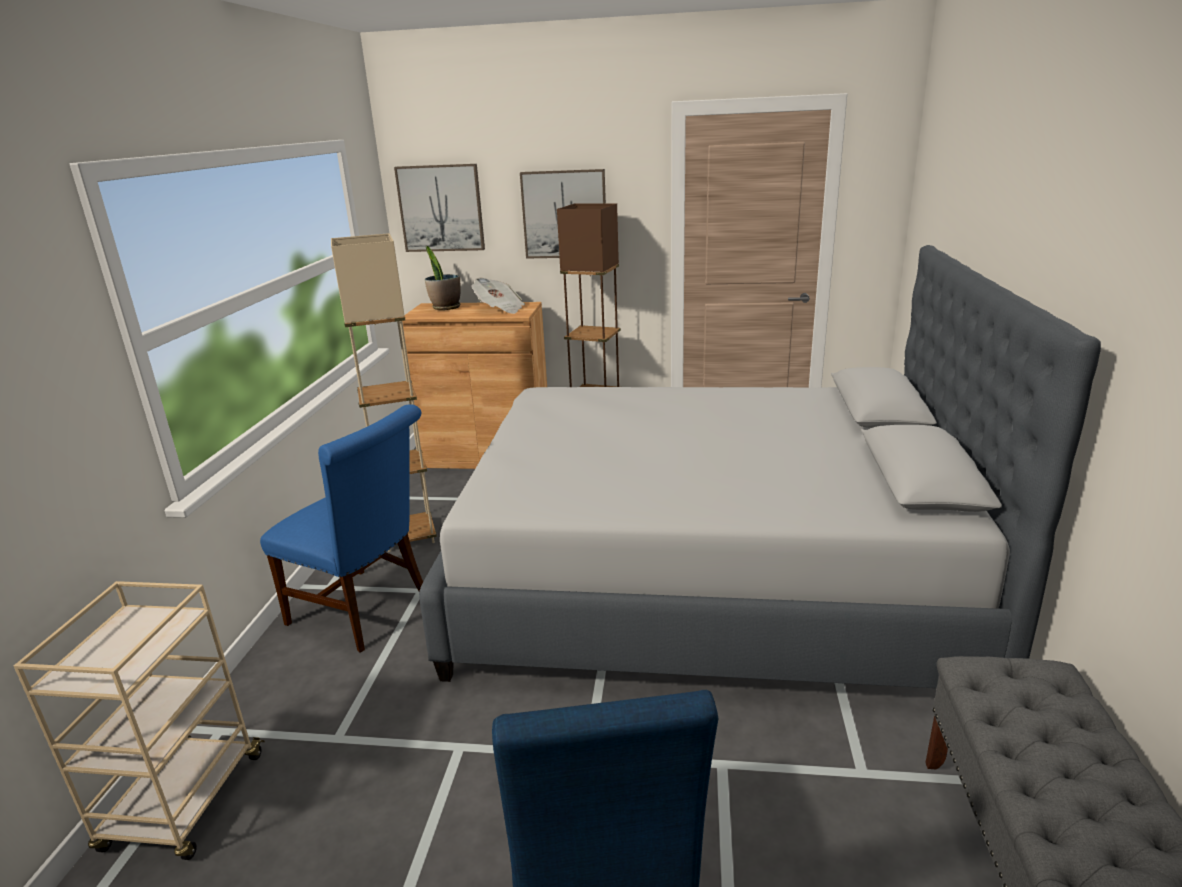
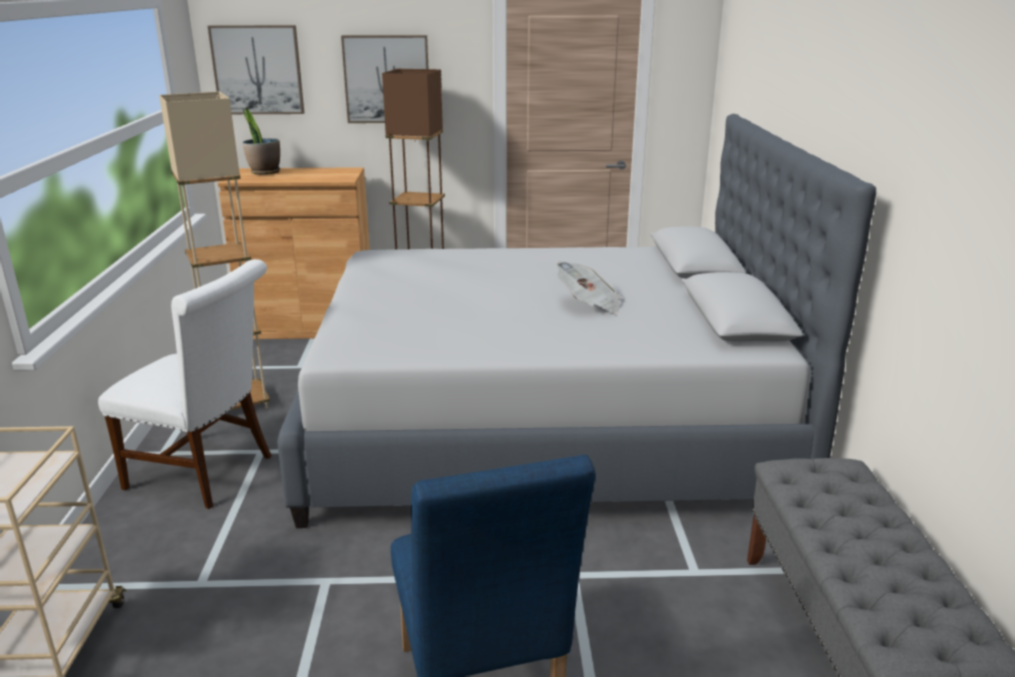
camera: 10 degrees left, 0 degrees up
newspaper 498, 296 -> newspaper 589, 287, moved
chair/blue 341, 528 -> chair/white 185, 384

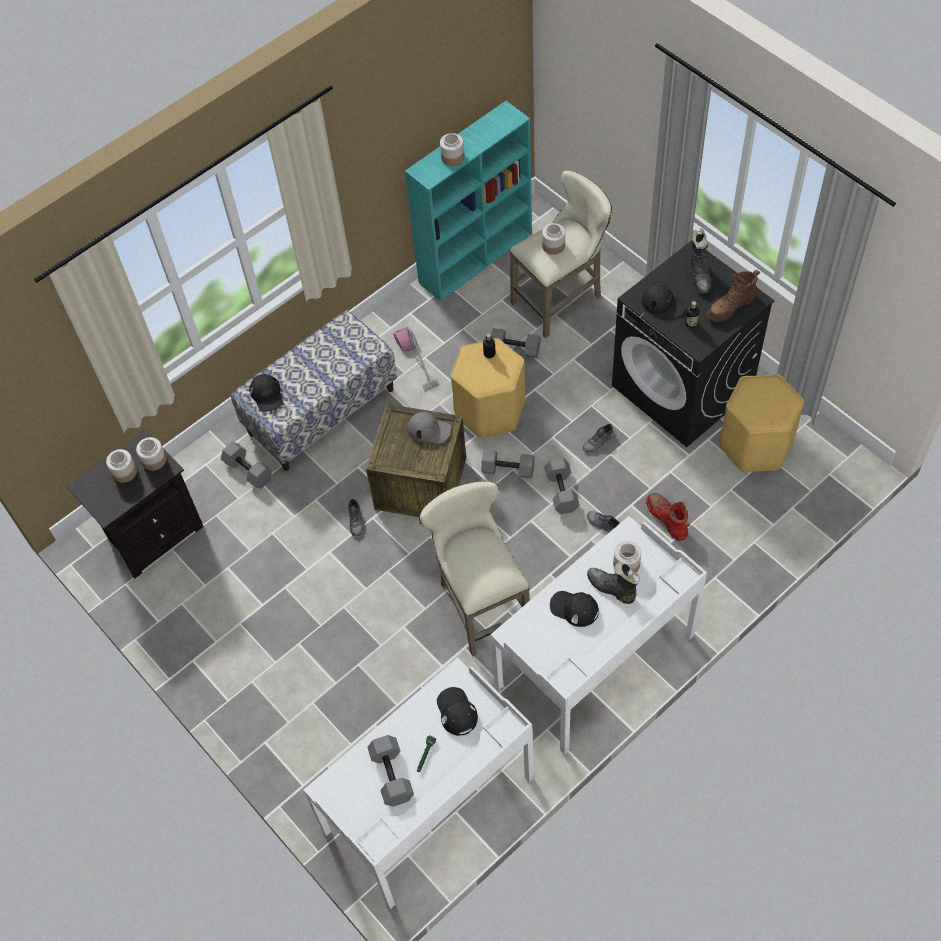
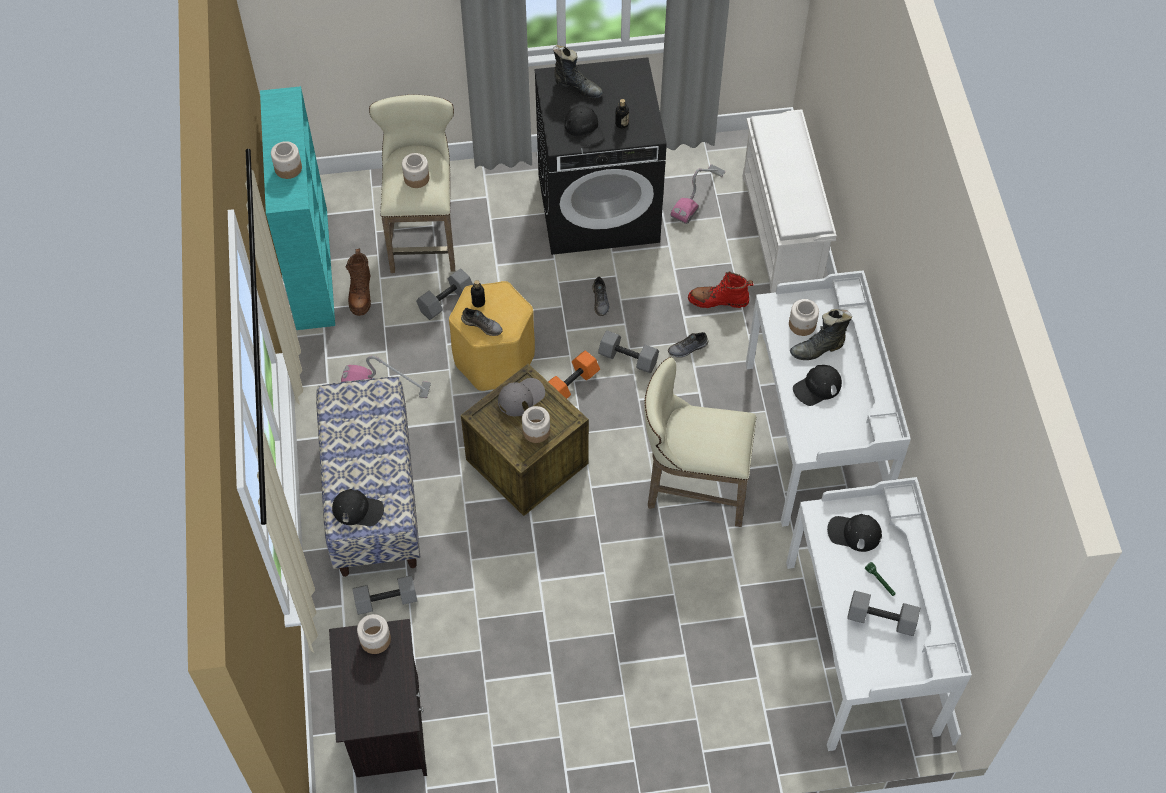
camera: 60 degrees left, 0 degrees up
none -> shoe rack/white 789, 201
jar 121, 466 -> jar 536, 424, moved
shoe/grey 356, 517 -> shoe/grey 481, 322, moved
boot/brown 733, 296 -> boot/brown 358, 282, moved
stool/yellow 761, 423 -> vacuum cleaner 698, 194
dumbbell/grey 508, 463 -> dumbbell/orange 574, 375
cap/black 664, 301 -> cap/black 584, 126, 90 degrees clockwise

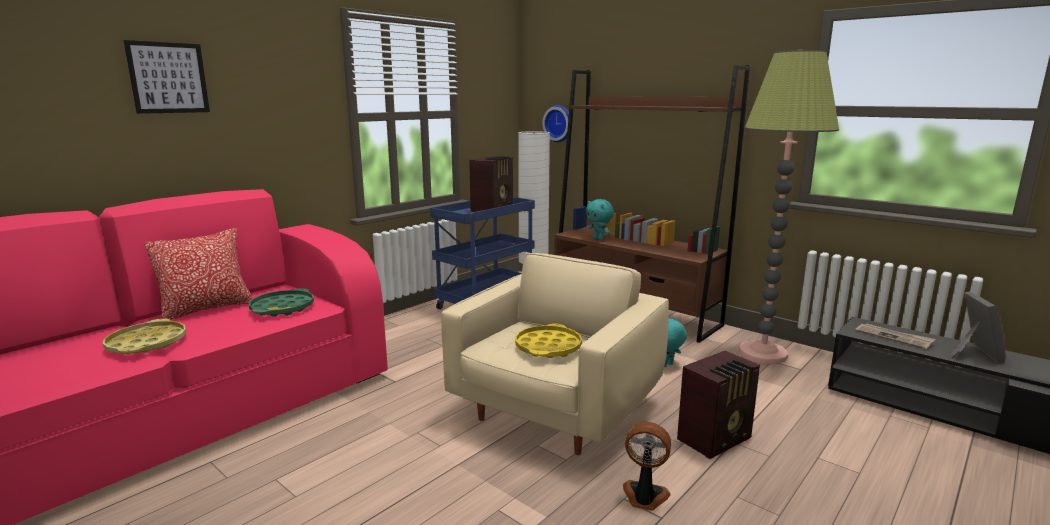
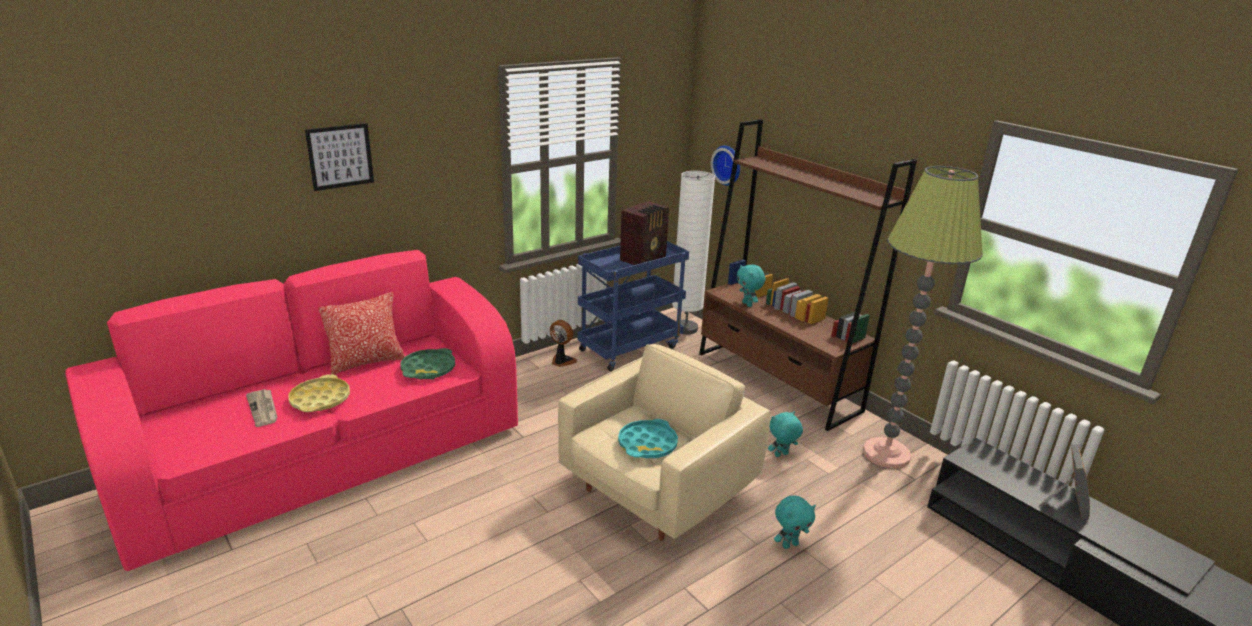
camera: 10 degrees right, 10 degrees up
fan 647, 466 -> fan 563, 343, moved
newspaper 895, 336 -> newspaper 262, 408, moved
radio 718, 405 -> plush toy/turquoise 795, 522
tray/yellow 548, 340 -> tray/turquoise 648, 438

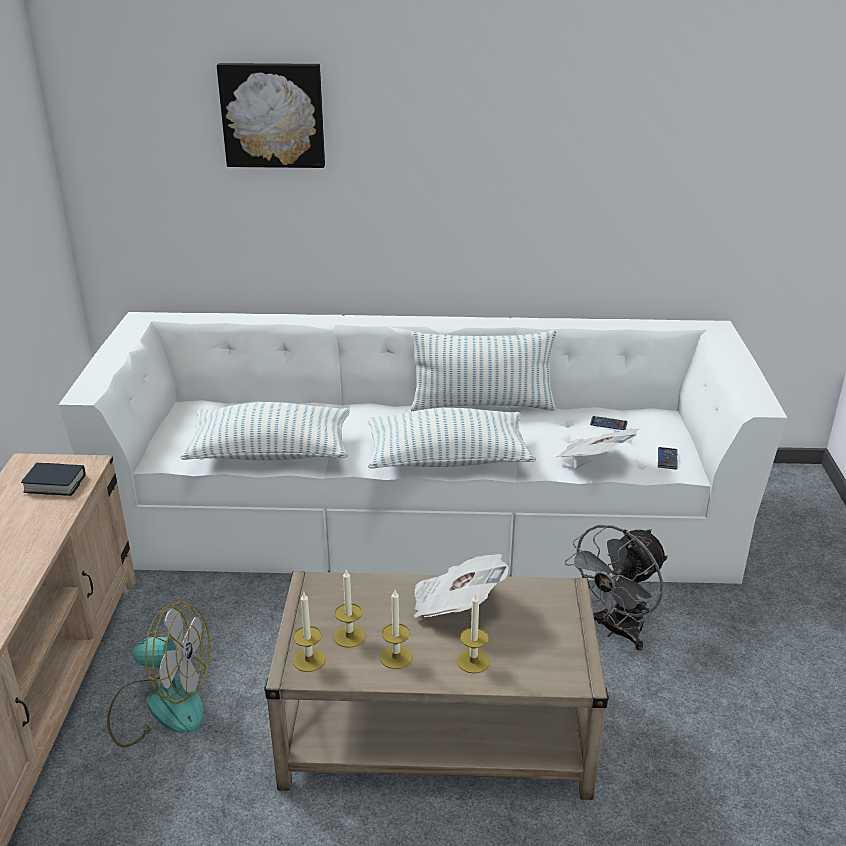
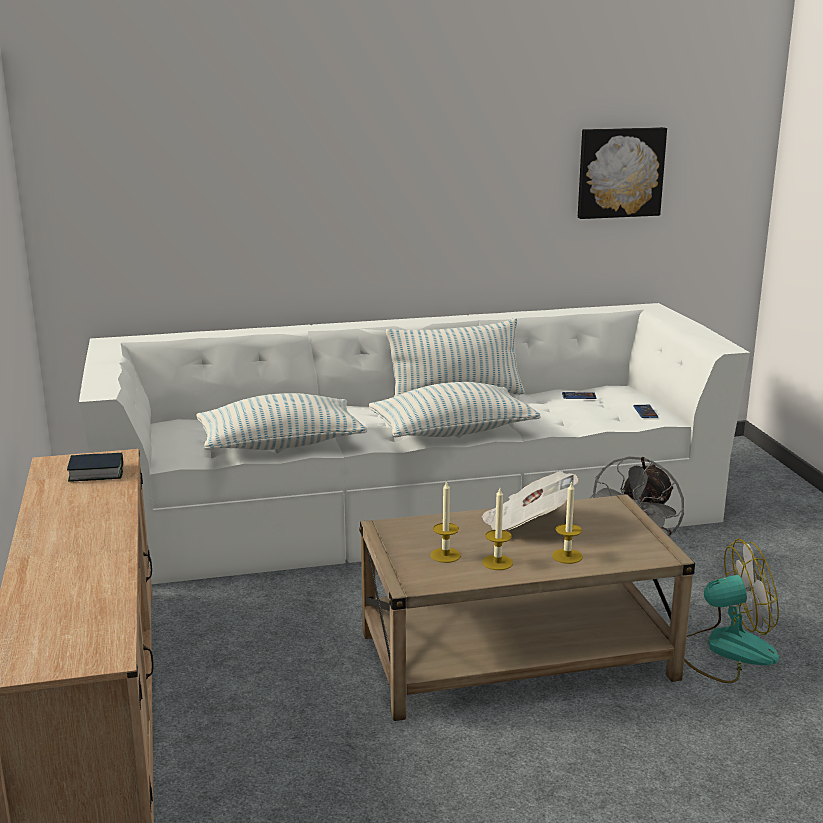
camera: 15 degrees left, 10 degrees down
candle 309, 632 -> none
newspaper 598, 443 -> none
fan 158, 673 -> fan 731, 611, moved
picture 271, 115 -> picture 622, 173, moved

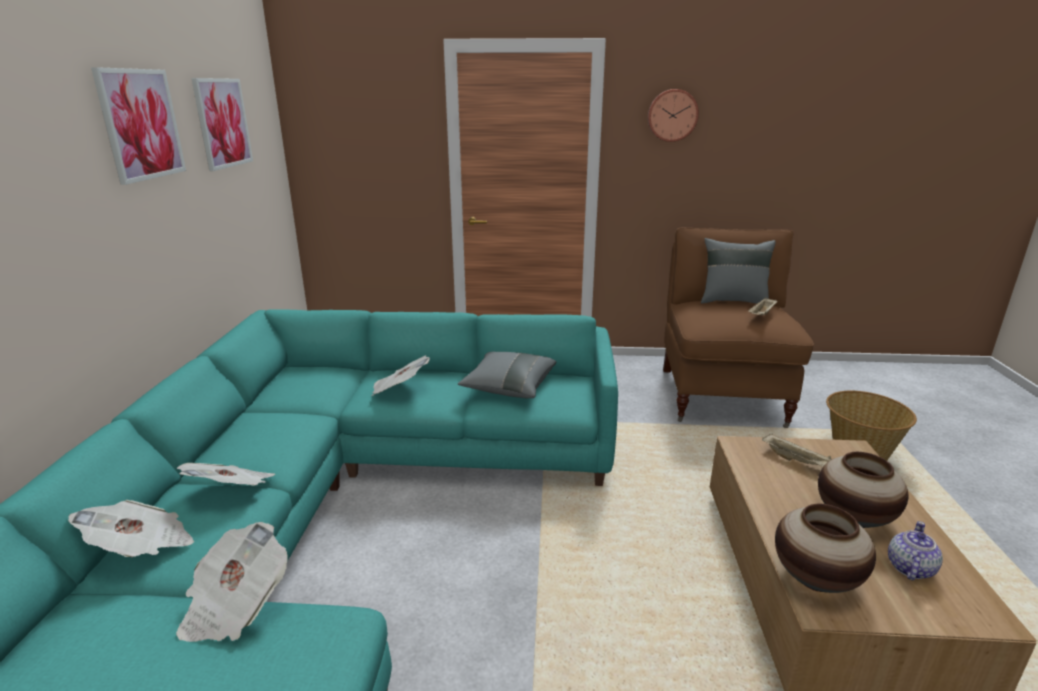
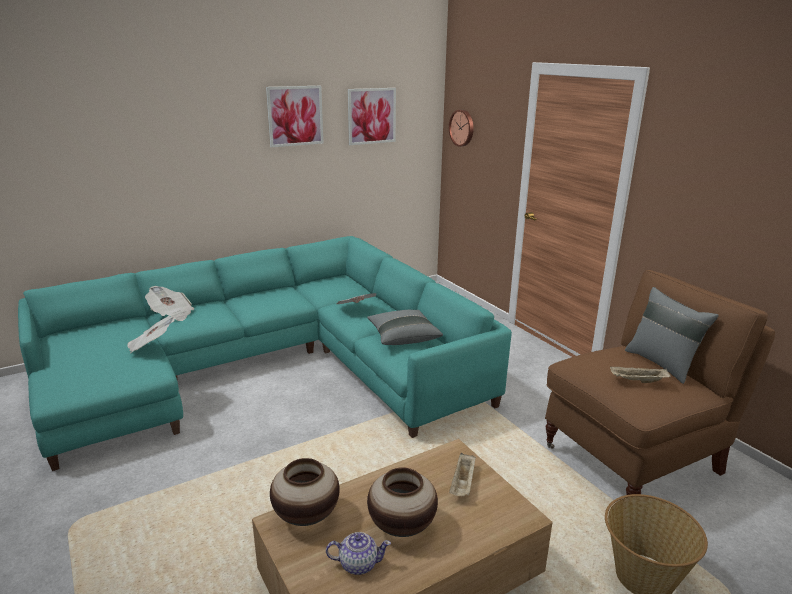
camera: 55 degrees right, 0 degrees up
newspaper 226, 474 -> none
wall clock 673, 115 -> wall clock 461, 128, moved

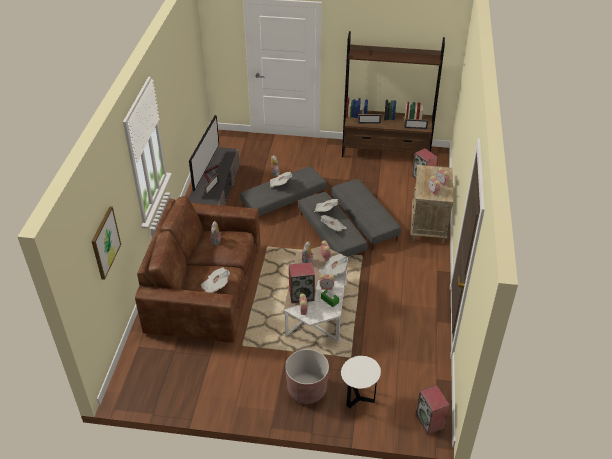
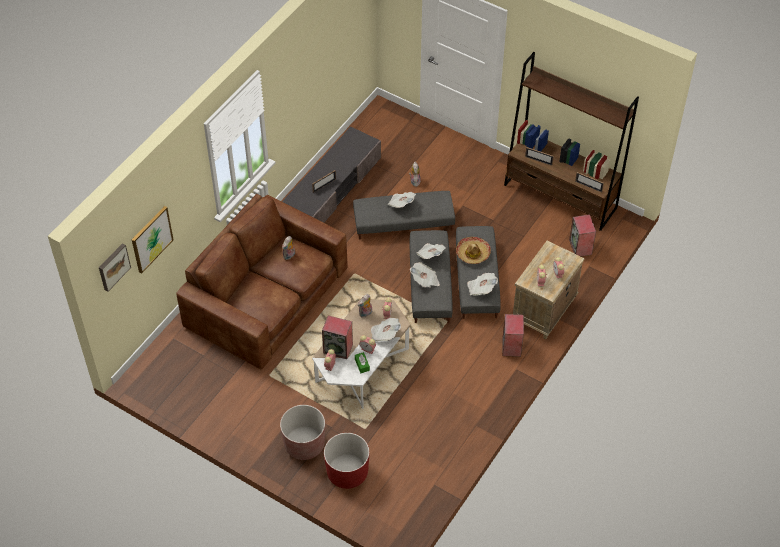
camera: 25 degrees right, 10 degrees up
television 204, 153 -> none
none -> picture 115, 267
none -> hat 473, 250
newspaper 215, 280 -> newspaper 482, 284, moved
speaker 433, 410 -> speaker 513, 335, moved
side table/white 361, 382 -> planter/red 346, 461

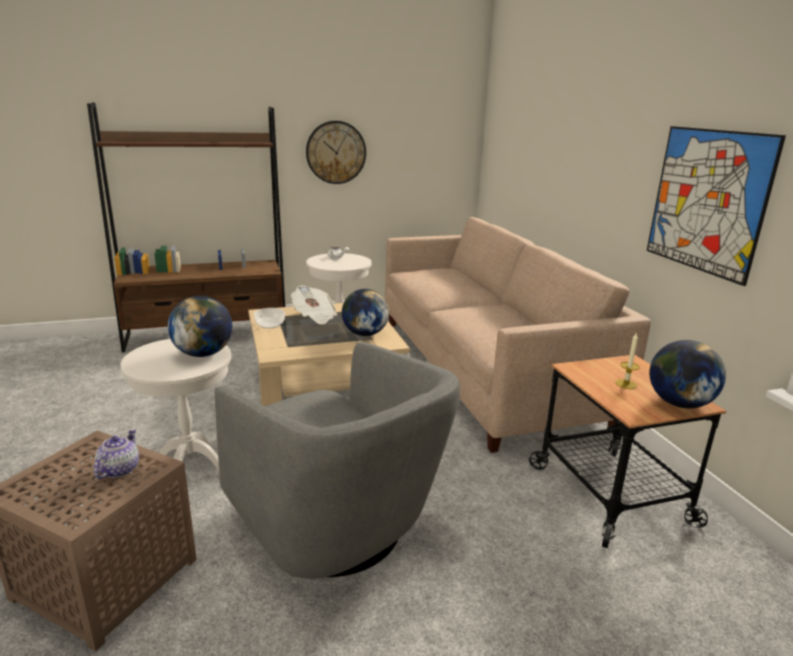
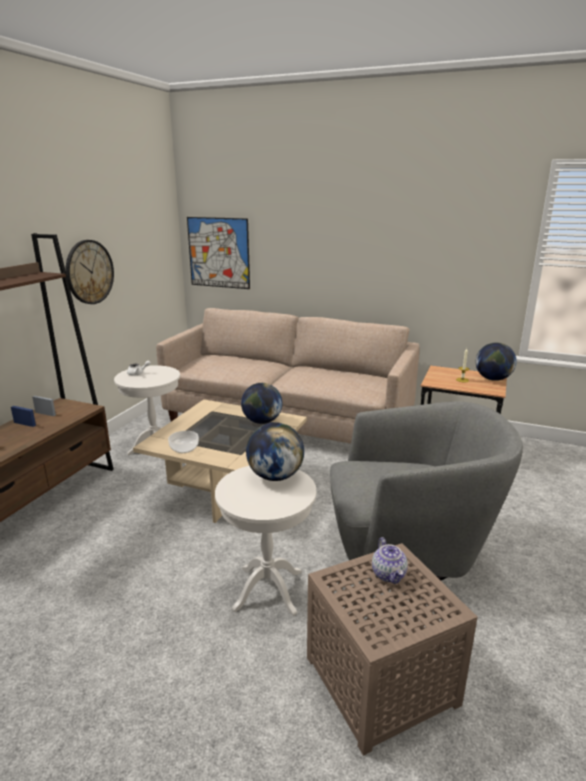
camera: 50 degrees left, 0 degrees up
newspaper 314, 305 -> none
picture 716, 206 -> picture 218, 253, moved
teapot 116, 454 -> teapot 390, 560, 150 degrees counterclockwise

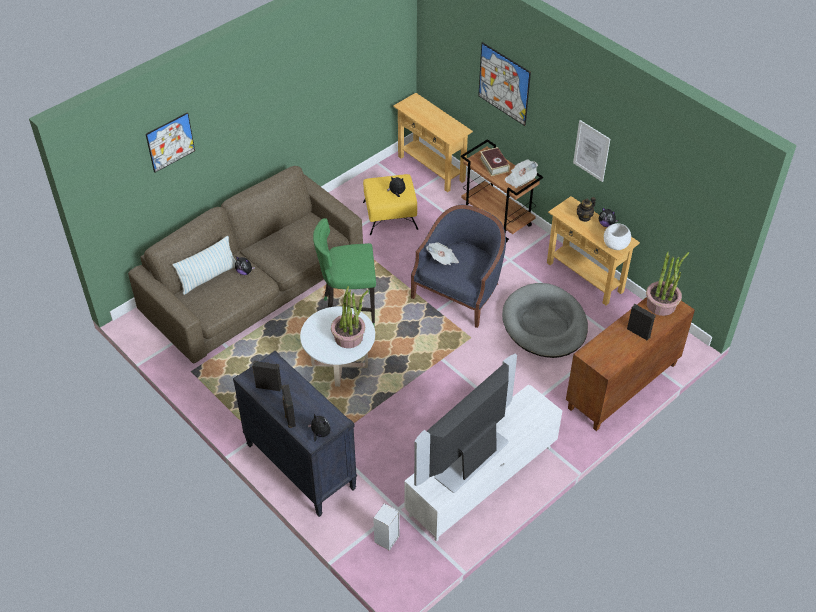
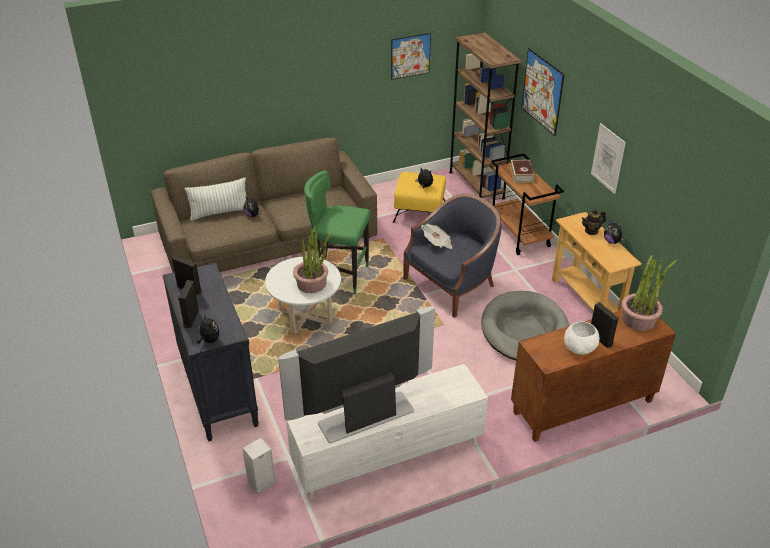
camera: 20 degrees right, 10 degrees down
newspaper 521, 174 -> none
picture 170, 142 -> picture 411, 56, moved
bowl/white 617, 236 -> bowl/white 581, 338, moved
console table/beige 433, 142 -> bookcase/brown 485, 116

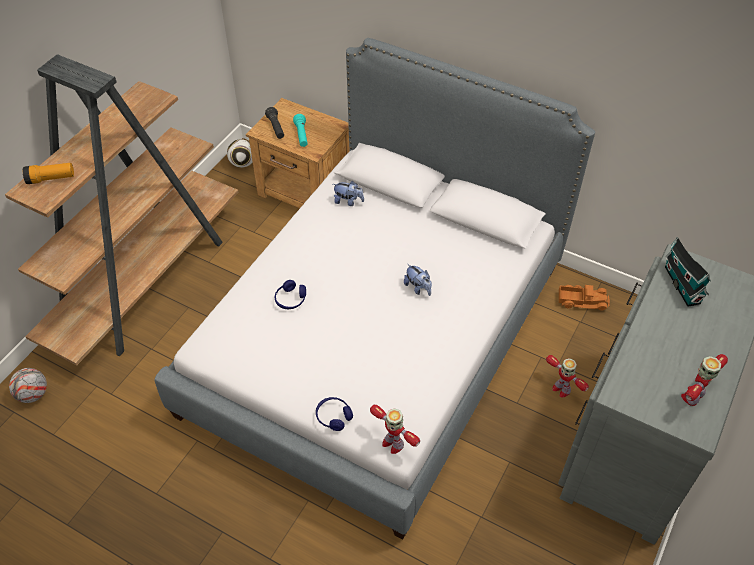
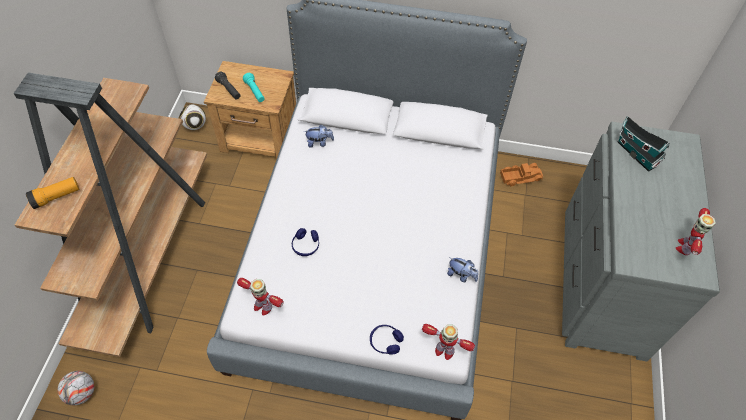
camera: 20 degrees left, 5 degrees up
plush toy 418, 280 -> plush toy 462, 270, moved
toy robot 567, 376 -> toy robot 260, 296, moved

